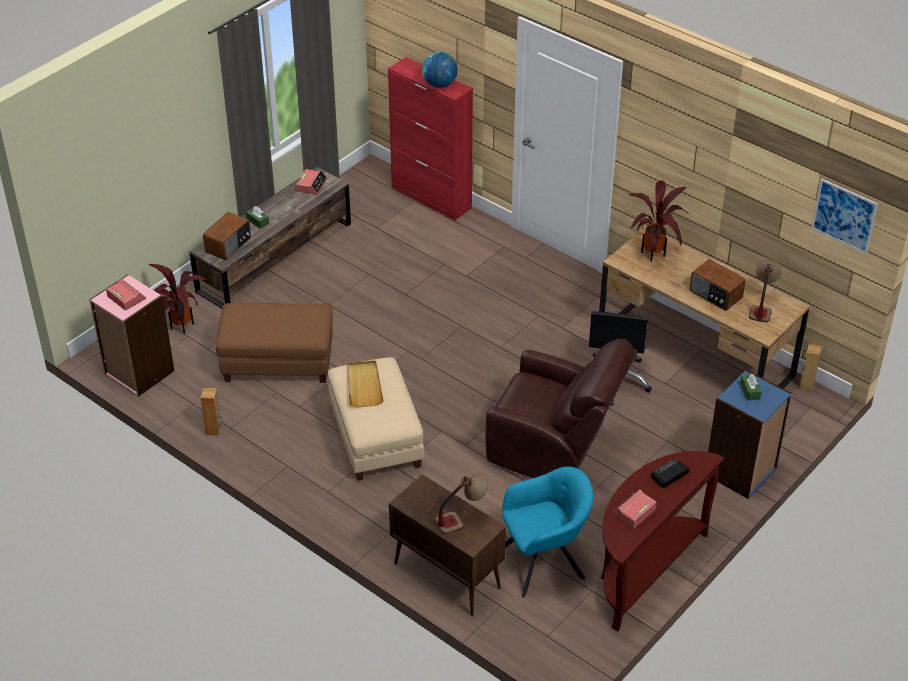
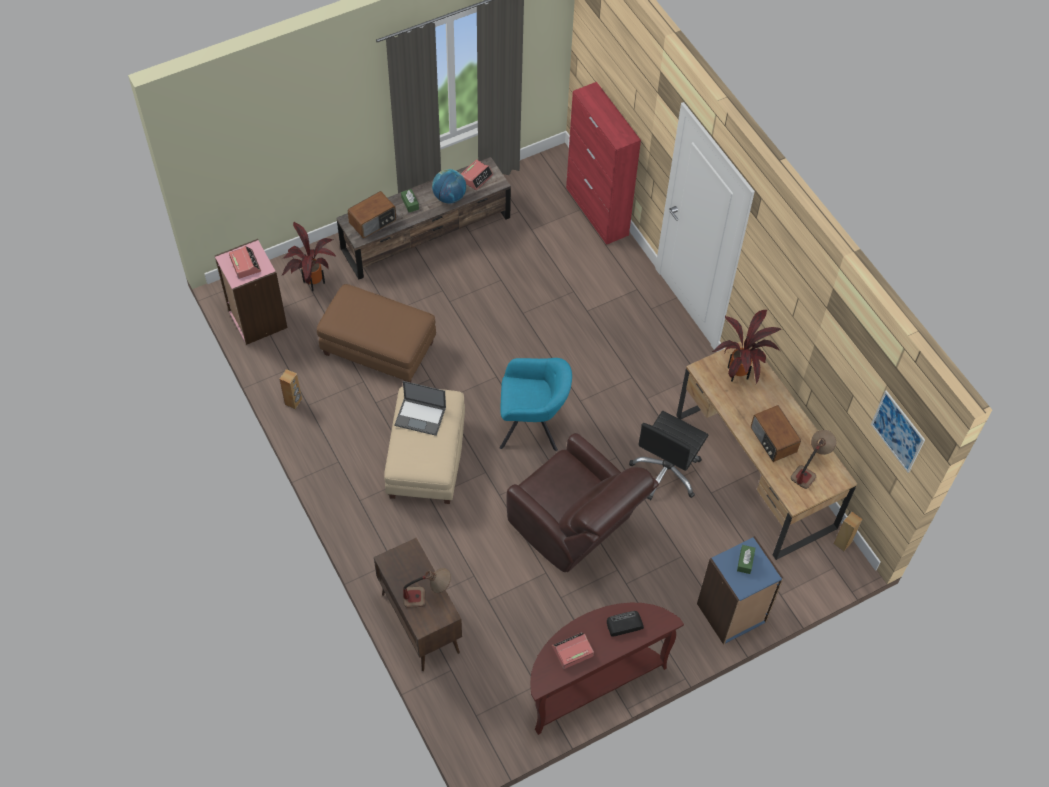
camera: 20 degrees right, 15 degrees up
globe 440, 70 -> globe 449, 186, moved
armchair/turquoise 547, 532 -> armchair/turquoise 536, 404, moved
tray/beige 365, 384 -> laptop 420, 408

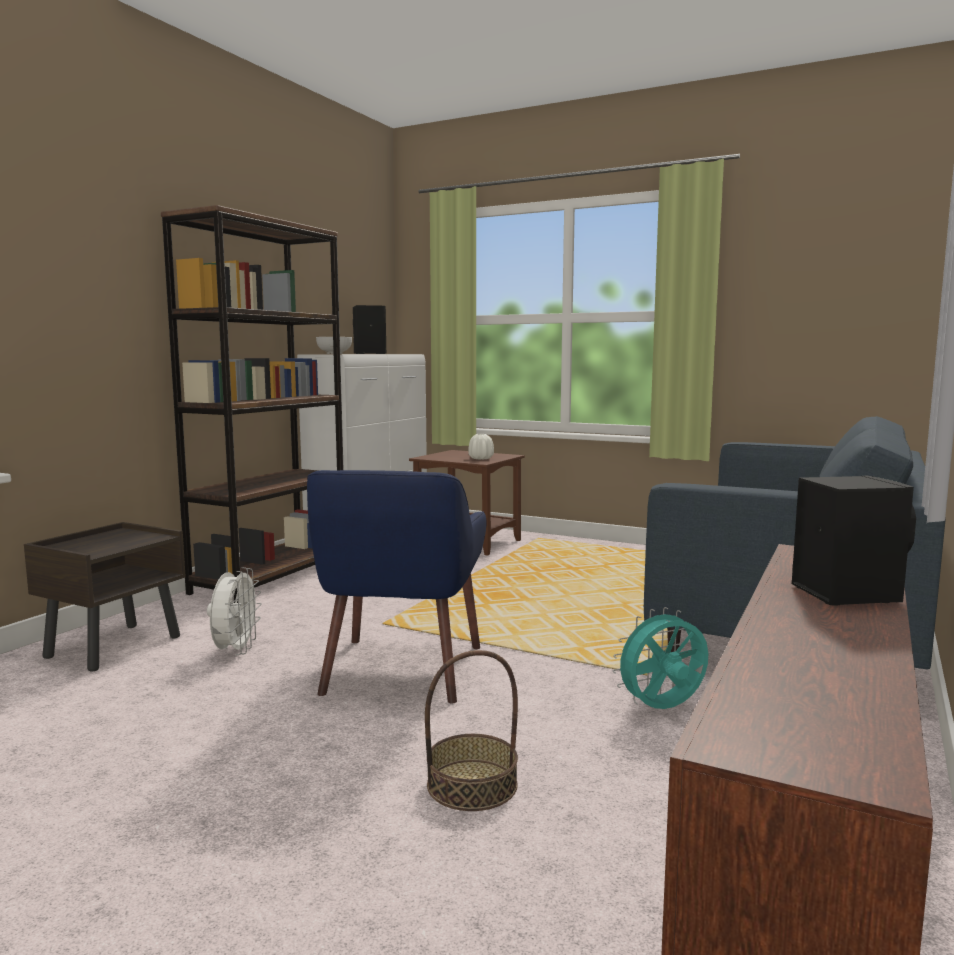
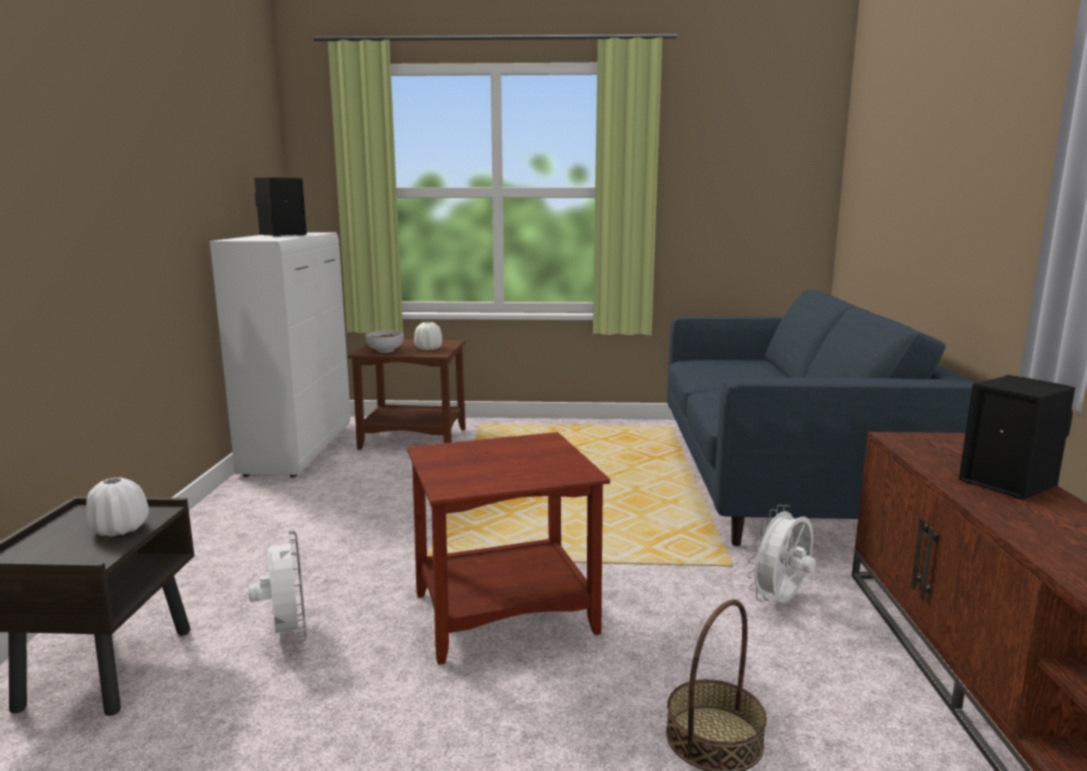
camera: 25 degrees left, 5 degrees up
bookcase/brown 252, 404 -> none
none -> vase/white 117, 507
bowl 334, 345 -> bowl 384, 342, moved
armchair/blue 396, 586 -> side table/brown 508, 548
fan/turquoise 660, 658 -> fan/white 781, 554

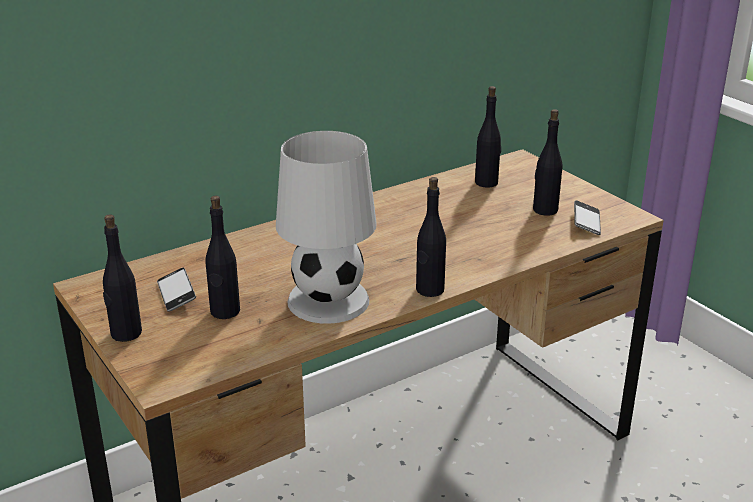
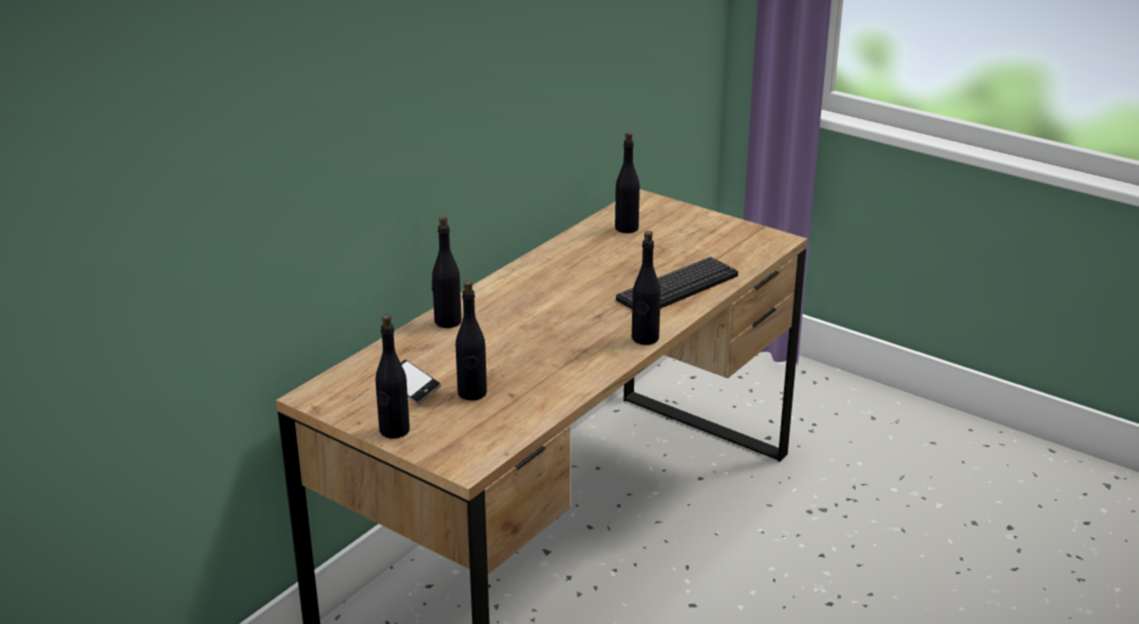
camera: 20 degrees left, 0 degrees up
table lamp/white 326, 227 -> none
phone 587, 217 -> none
none -> keyboard 677, 283
bottle/black 547, 162 -> bottle/black 447, 272, moved

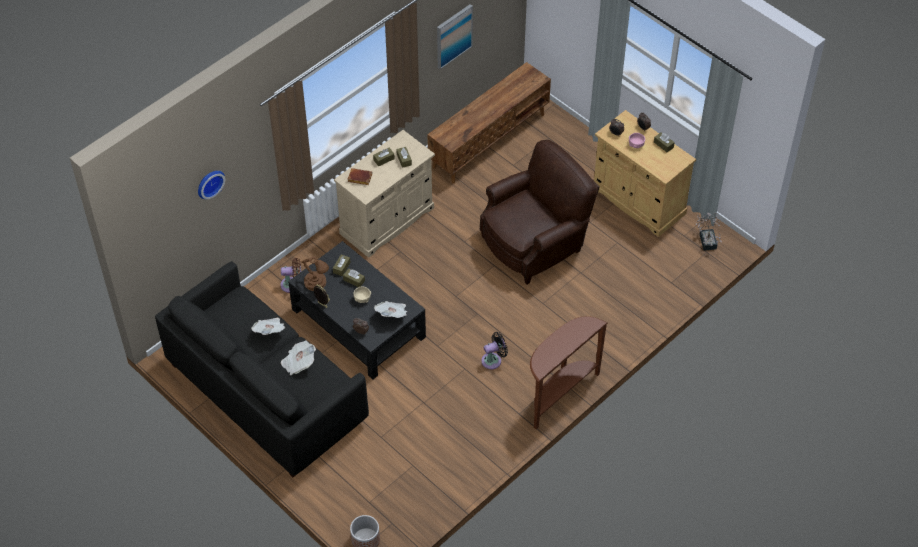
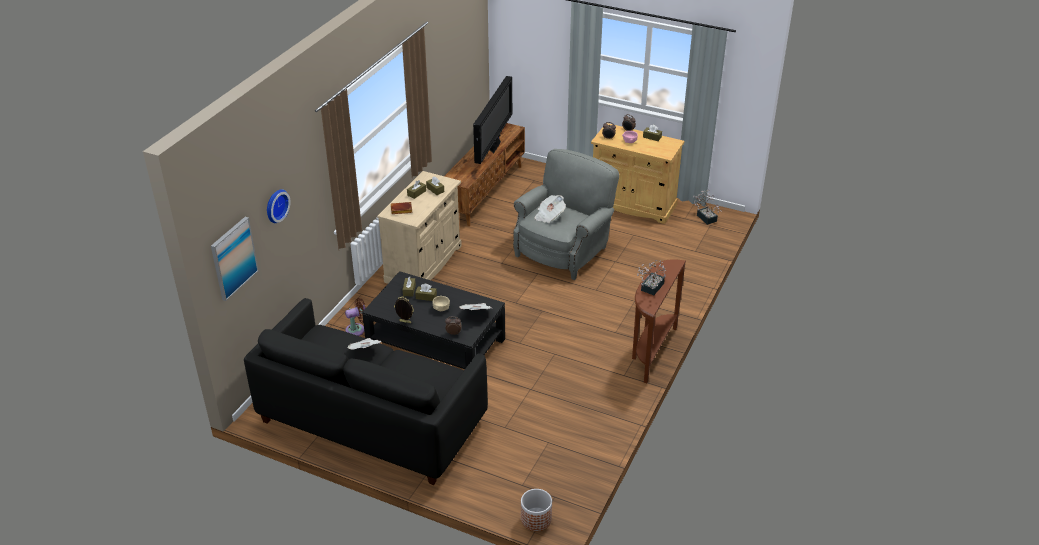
camera: 20 degrees left, 15 degrees down
table lamp/brown 315, 274 -> none
fan/black 494, 350 -> none
none -> television 492, 120
none -> potted plant 651, 277
newspaper 298, 357 -> newspaper 550, 209, moved
picture 455, 36 -> picture 235, 259, moved
armchair/brown 540, 212 -> armchair/grey 566, 214

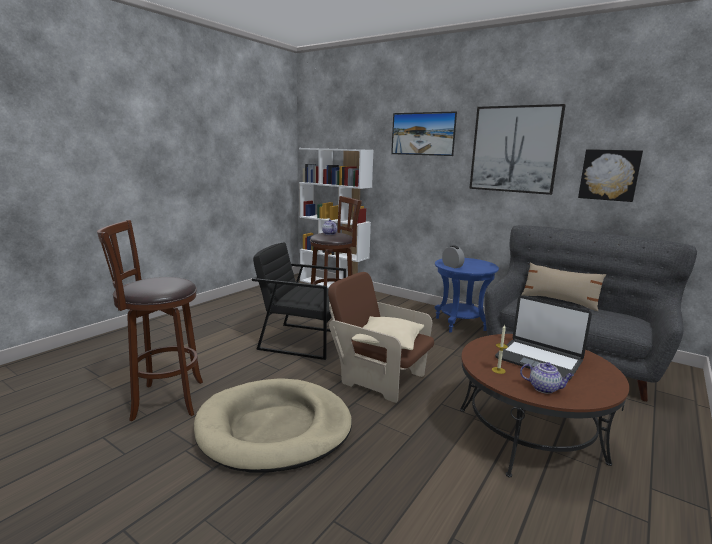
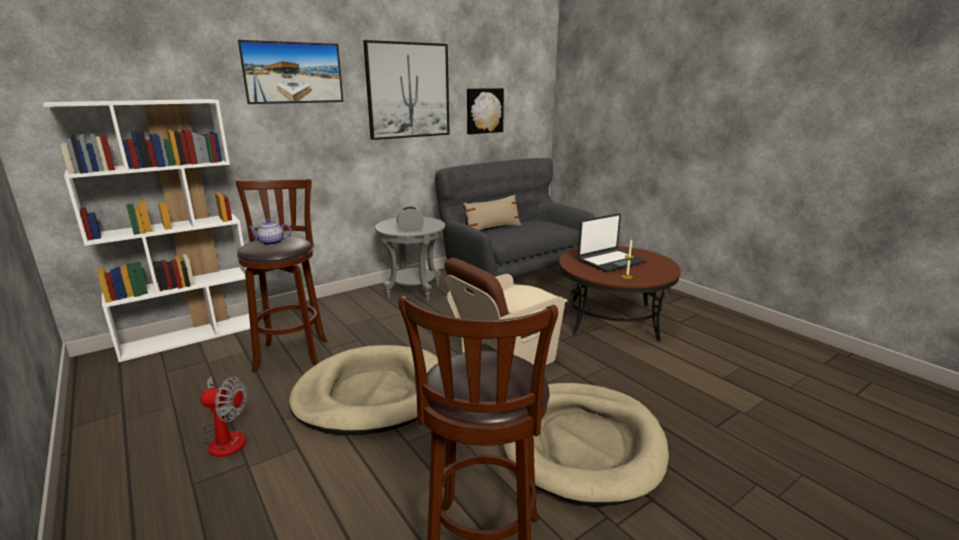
camera: 70 degrees left, 5 degrees up
teapot 547, 378 -> none
none -> fan 223, 416
armchair/black 299, 301 -> dog bed/beige 363, 390
side table/blue 467, 295 -> side table/grey 410, 259

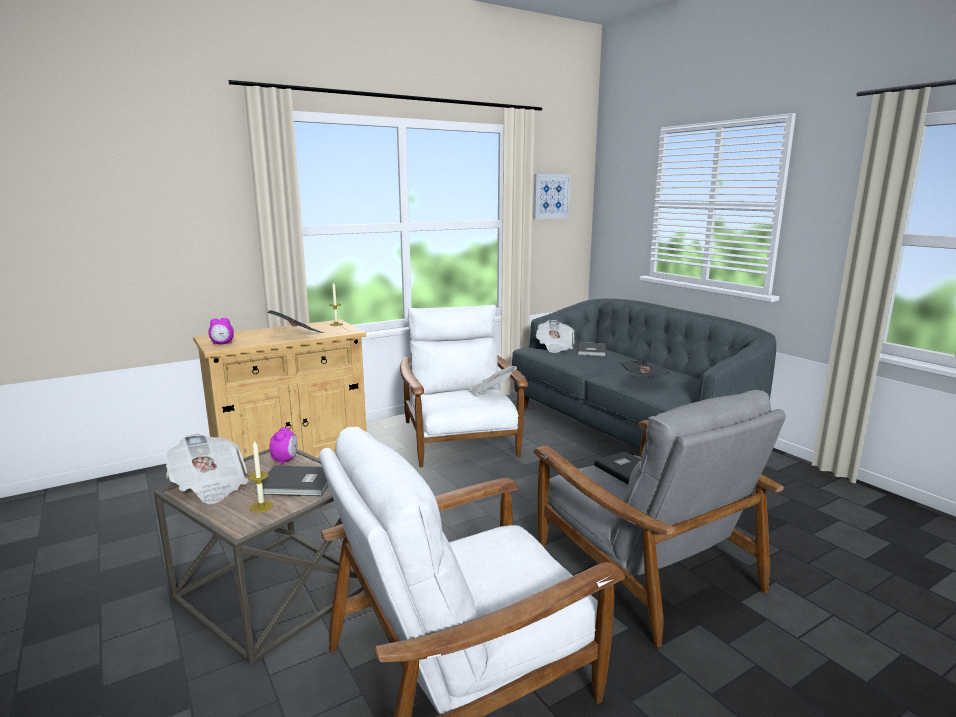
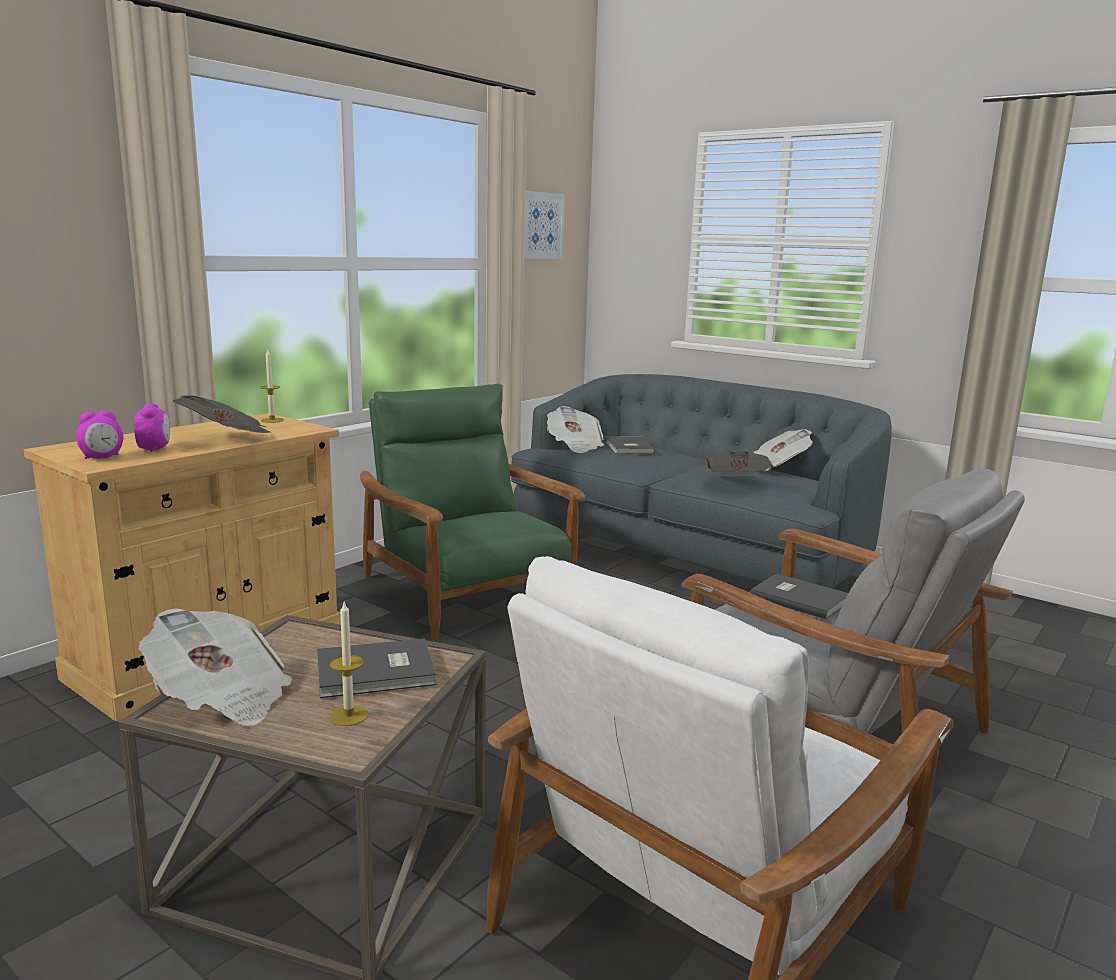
camera: 20 degrees left, 0 degrees up
alarm clock 283, 446 -> alarm clock 152, 428, moved
newspaper 492, 380 -> newspaper 782, 450, moved
armchair/white 464, 385 -> armchair/green 472, 511

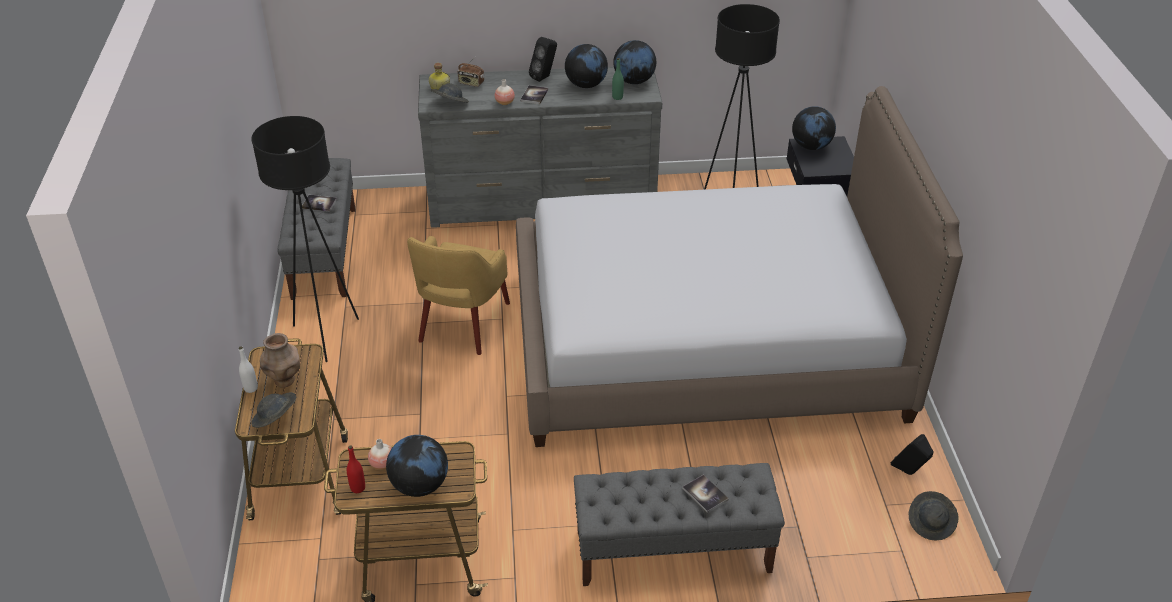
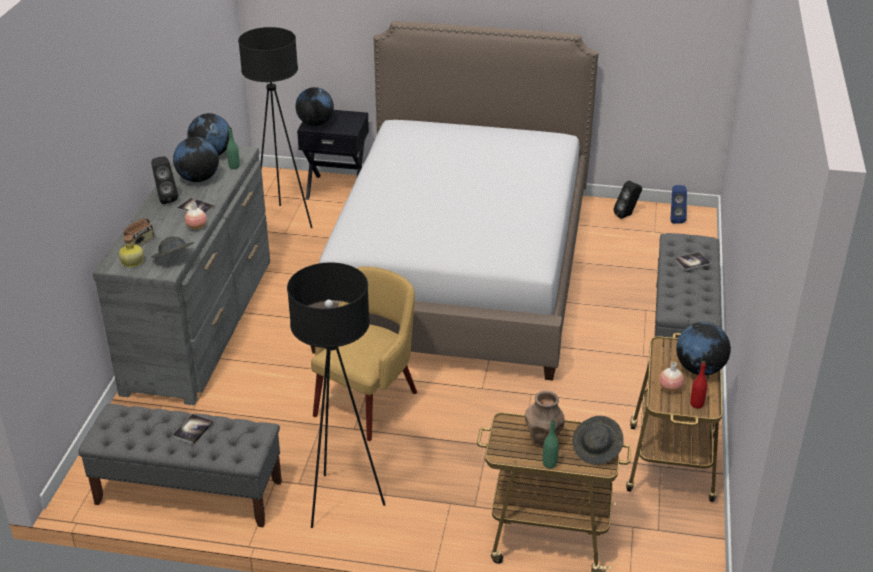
camera: 75 degrees left, 5 degrees down
hat/grey 933, 515 -> speaker/blue 678, 204
bottle/white 248, 369 -> bottle/green 551, 443
armchair/yellow 458, 295 -> armchair/yellow 364, 353, 90 degrees counterclockwise

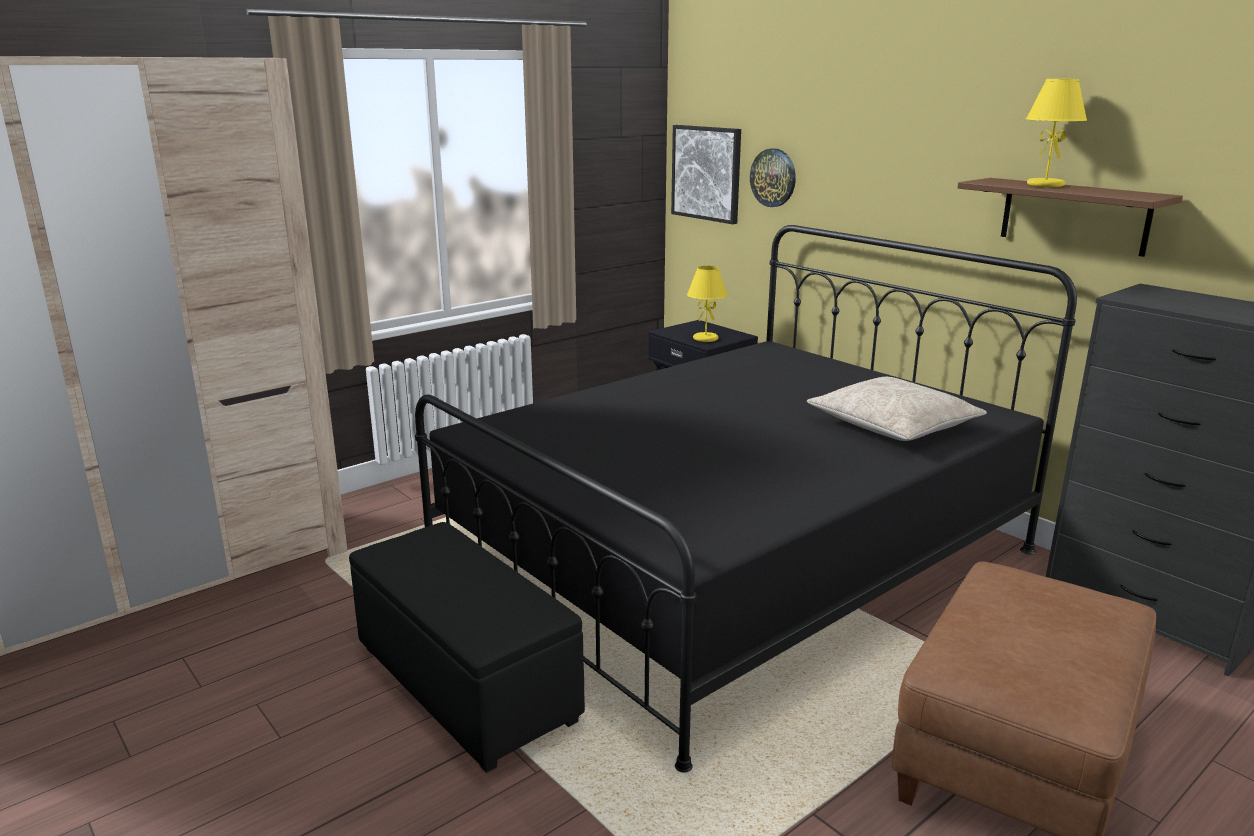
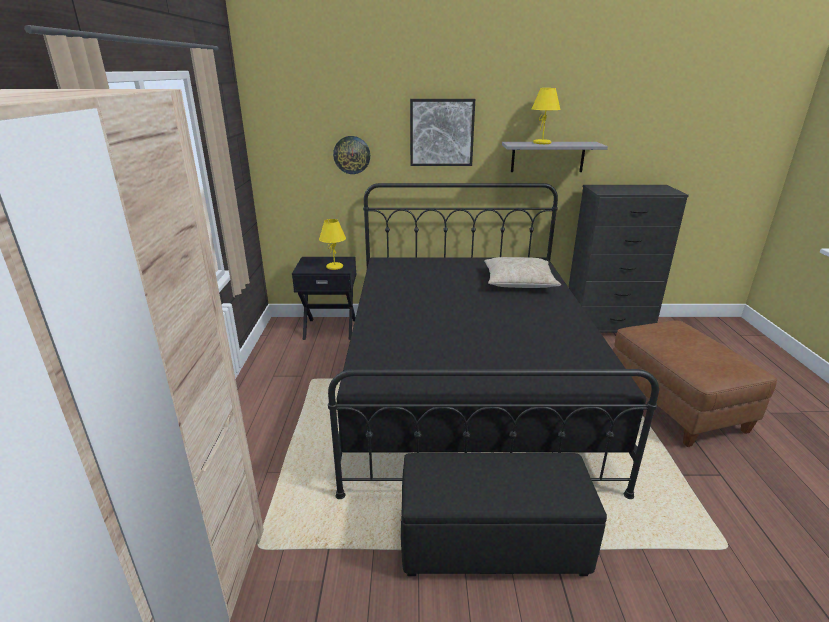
camera: 50 degrees left, 5 degrees up
picture 706, 174 -> picture 442, 132, moved
shelf/brown 1070, 217 -> shelf/grey 555, 157

